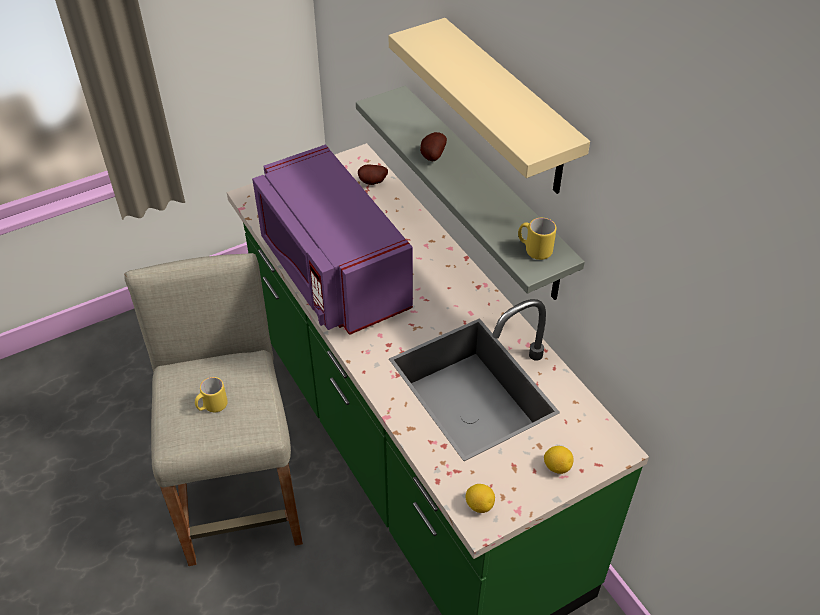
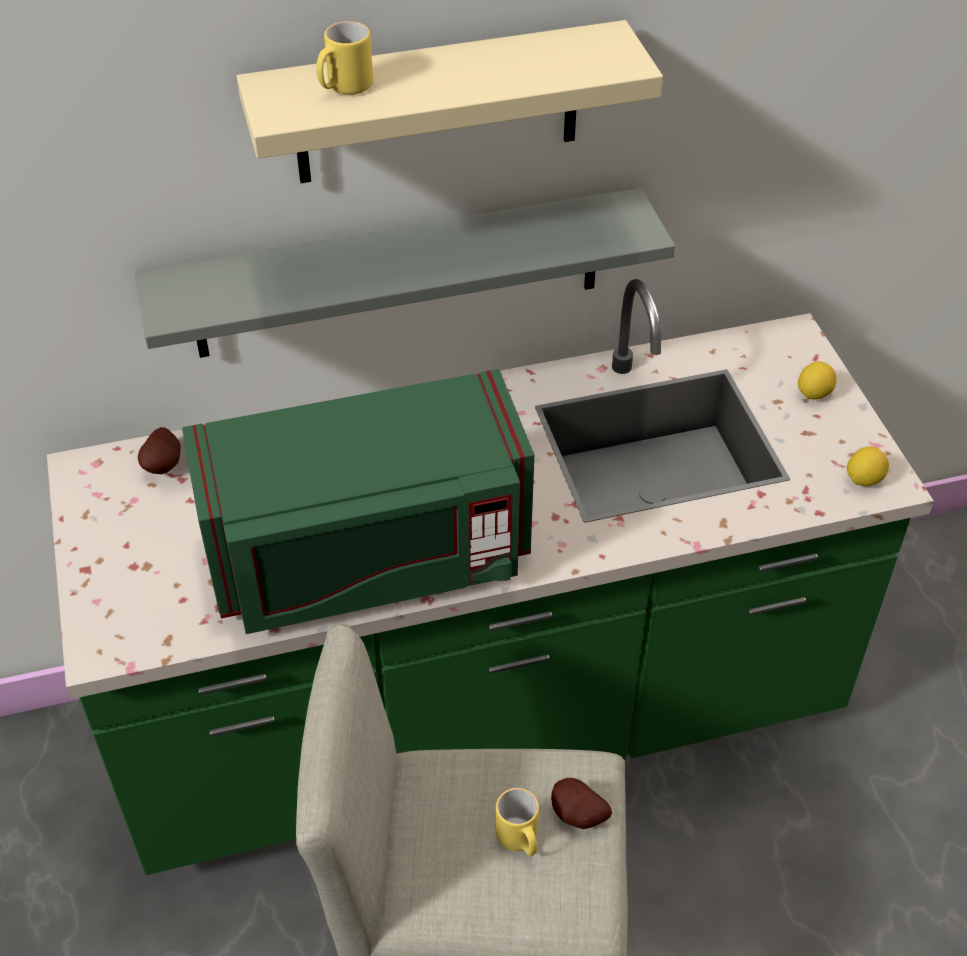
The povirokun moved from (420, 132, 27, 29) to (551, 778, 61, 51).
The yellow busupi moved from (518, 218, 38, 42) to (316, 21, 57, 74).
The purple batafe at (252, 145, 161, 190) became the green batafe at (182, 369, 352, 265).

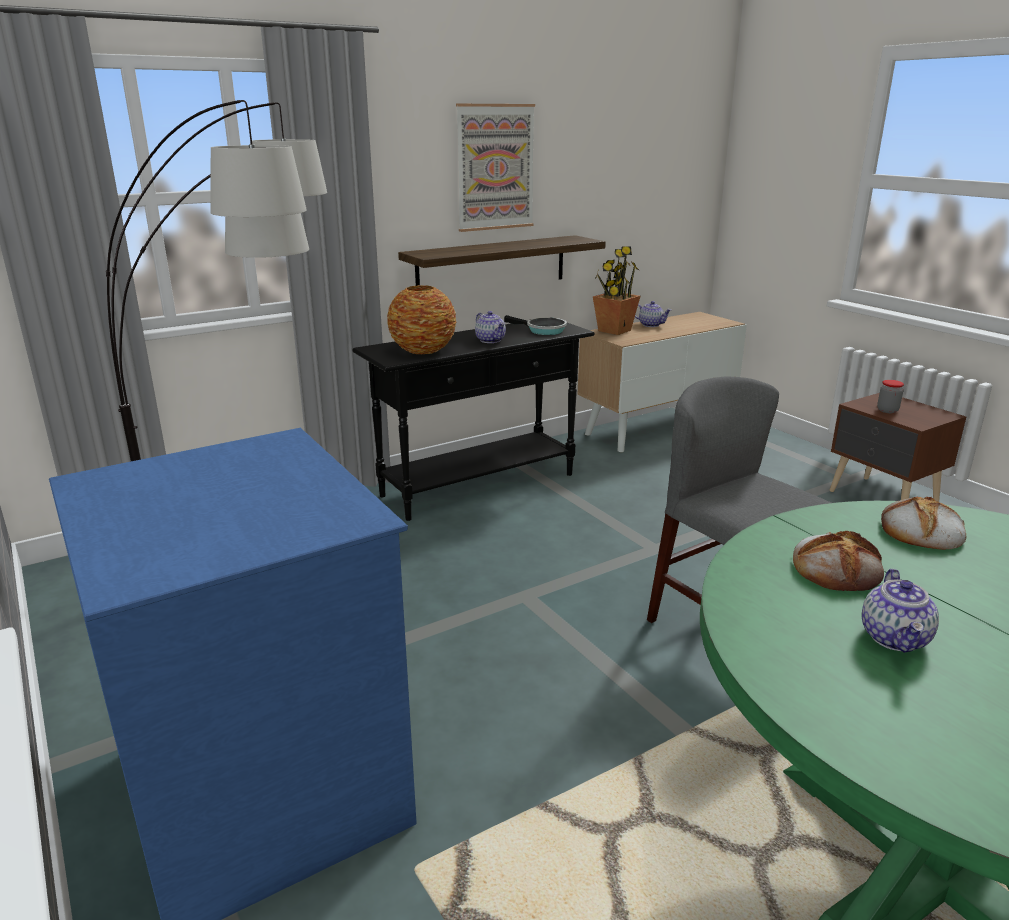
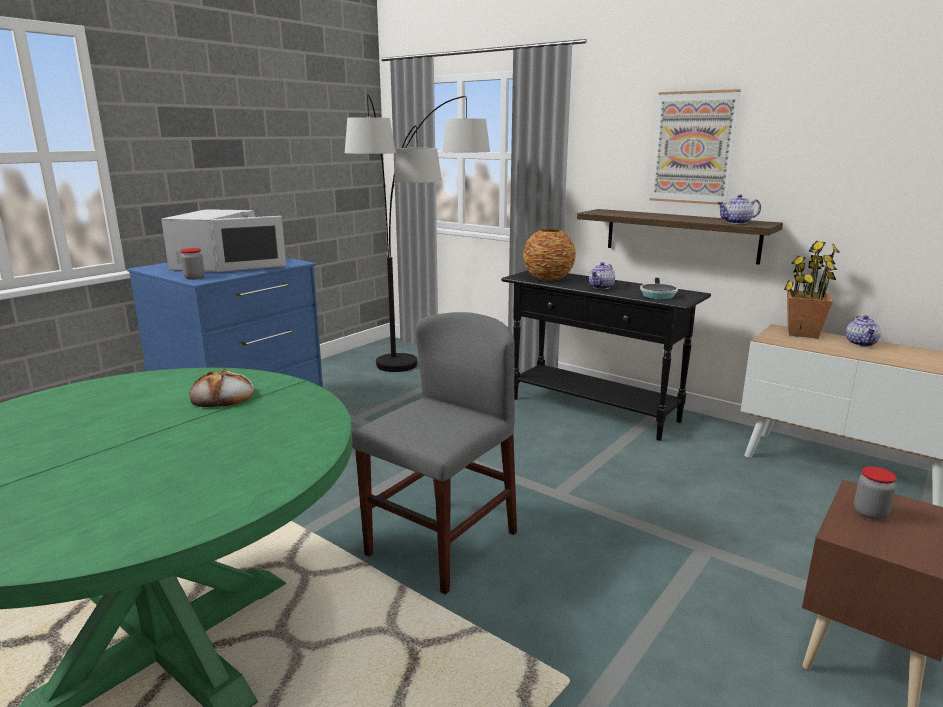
The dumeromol at (881, 497, 85, 53) disappeared.
The white batafe at (161, 209, 125, 63) appeared.
The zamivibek at (181, 248, 23, 32) appeared.
The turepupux moved from (862, 569, 77, 84) to (717, 194, 44, 30).

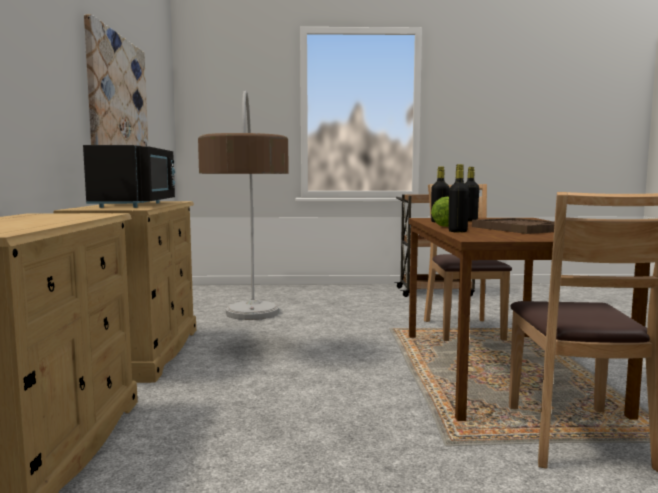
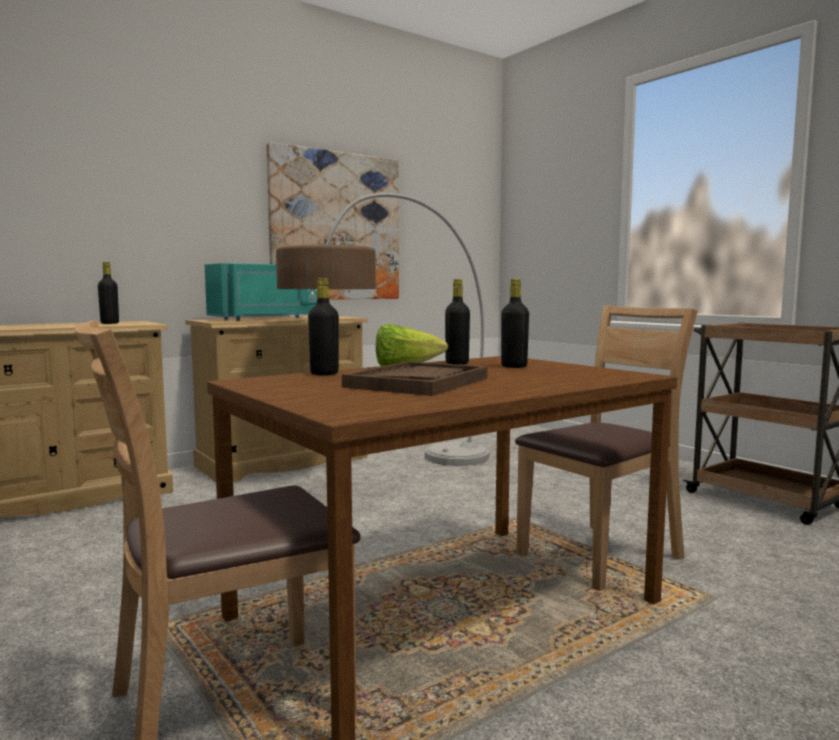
The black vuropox at (98, 262, 21, 62) appeared.
The black batafe at (83, 145, 92, 63) became the turquoise batafe at (205, 263, 112, 58).

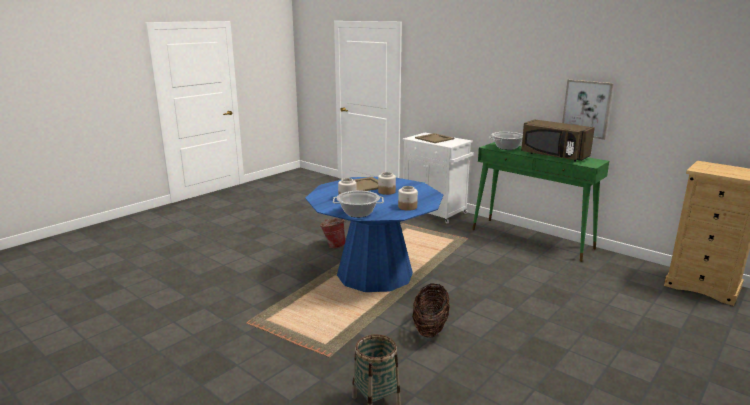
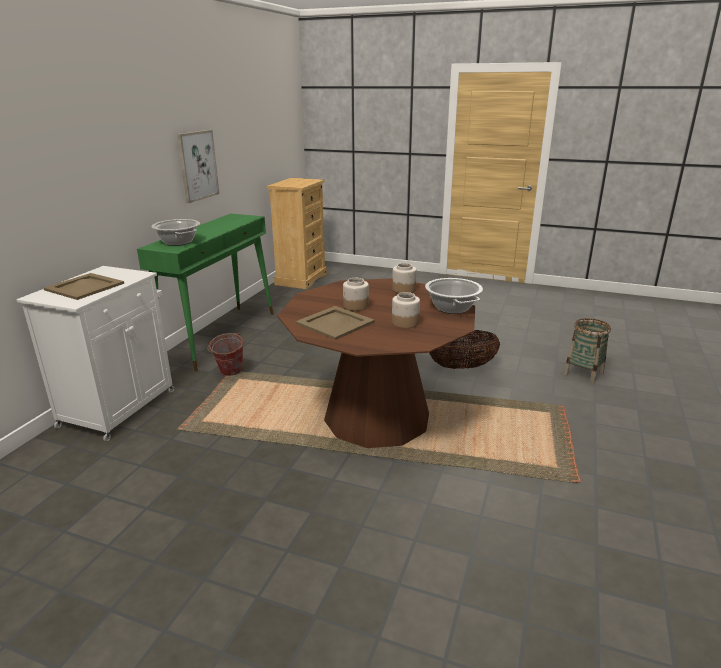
The brown batafe at (521, 119, 74, 42) disappeared.
The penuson moved from (320, 218, 26, 30) to (208, 332, 36, 44).
The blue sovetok at (305, 177, 139, 115) became the brown sovetok at (277, 278, 198, 170).

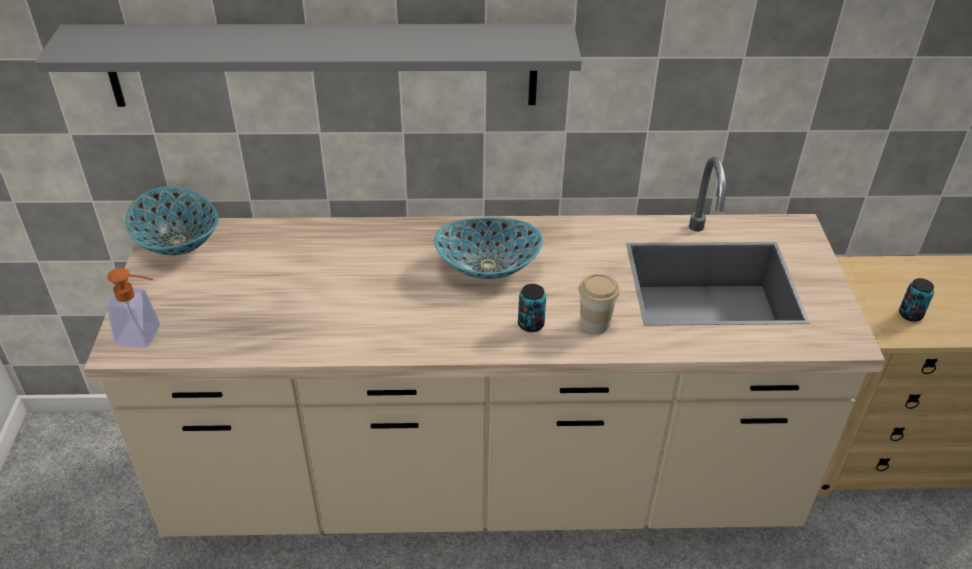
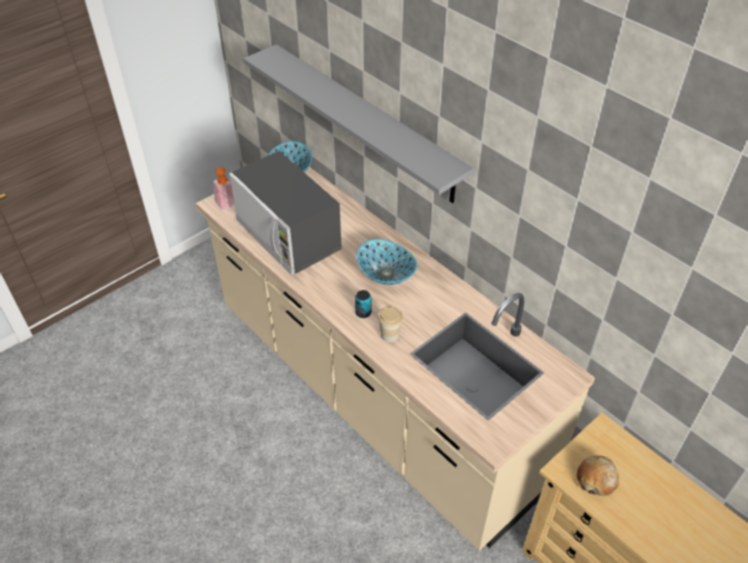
The batafe at (229, 151, 113, 124) appeared.
The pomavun at (899, 278, 35, 44) was replaced by the dumeromol at (576, 455, 43, 41).

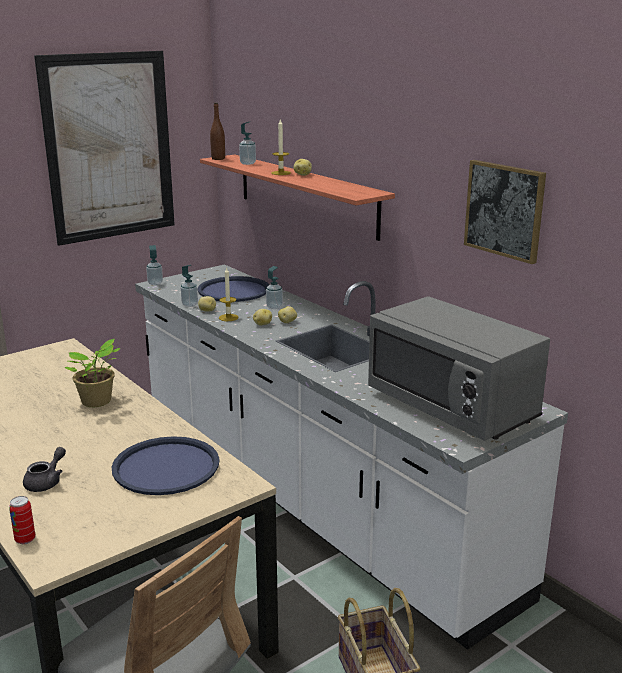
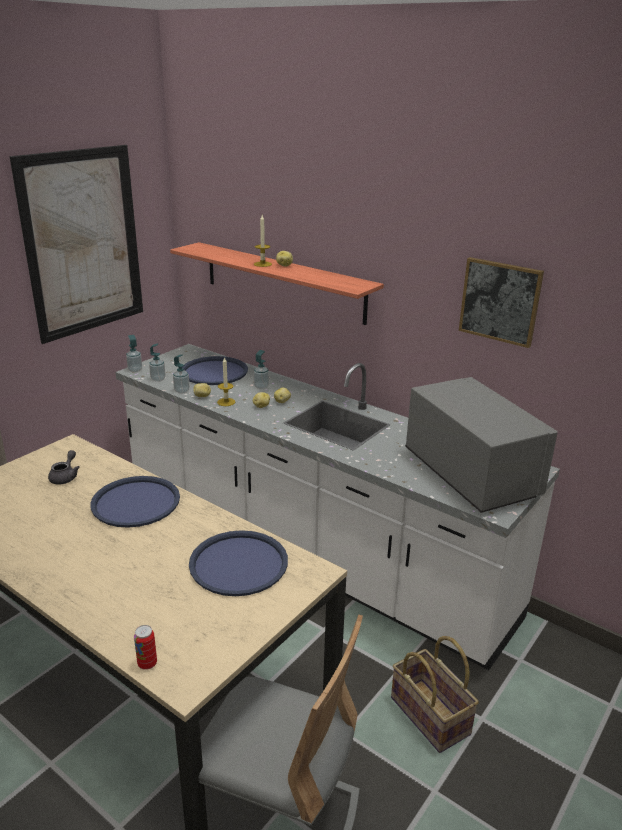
The brown vuropox at (210, 103, 15, 57) disappeared.
The grey turepupux moved from (23, 447, 43, 45) to (48, 450, 32, 34).
The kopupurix moved from (239, 122, 17, 43) to (149, 343, 17, 39).
The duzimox at (64, 338, 57, 69) was replaced by the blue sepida at (90, 476, 90, 52).
The grey batafe at (368, 296, 182, 145) turned 150 degrees counterclockwise.

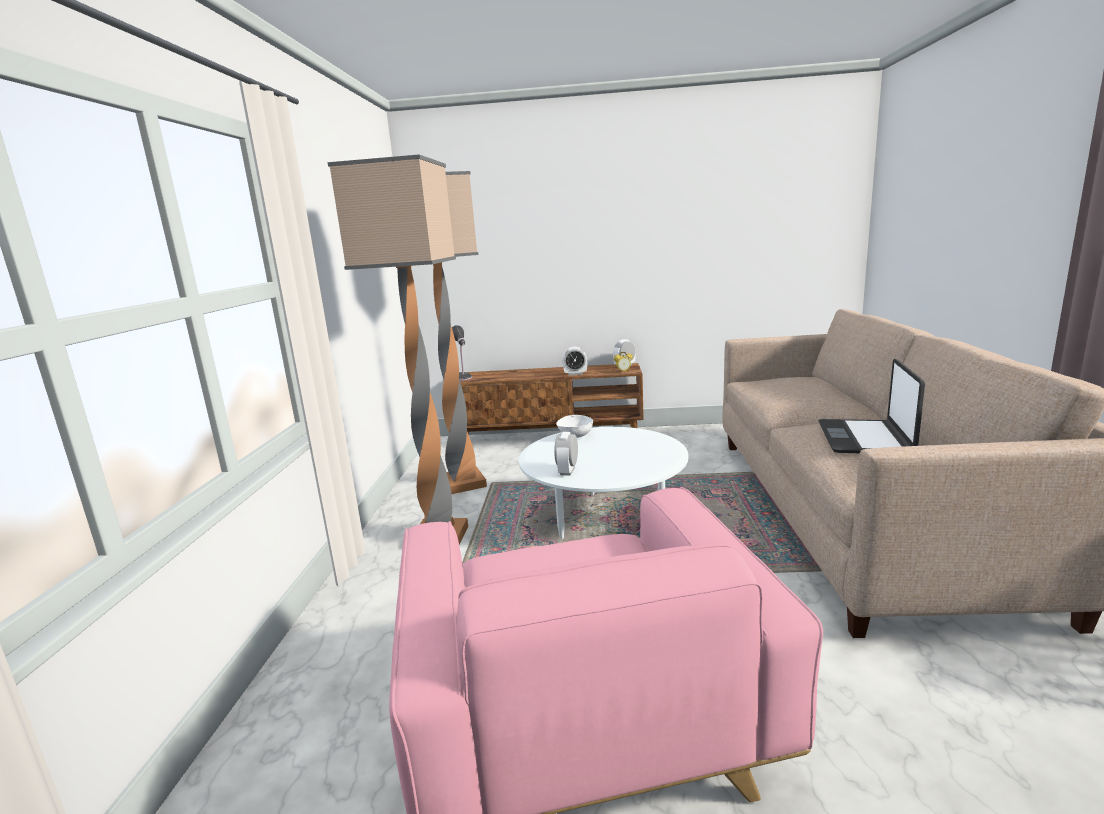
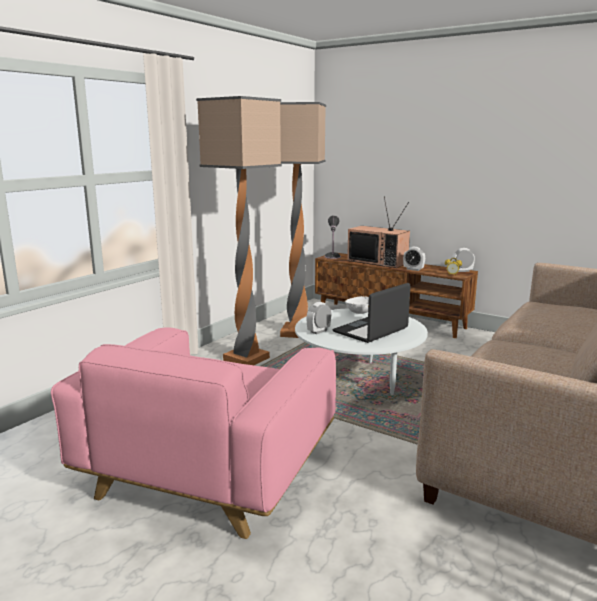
The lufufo at (347, 197, 63, 71) appeared.
The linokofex moved from (818, 359, 107, 94) to (333, 283, 77, 60).

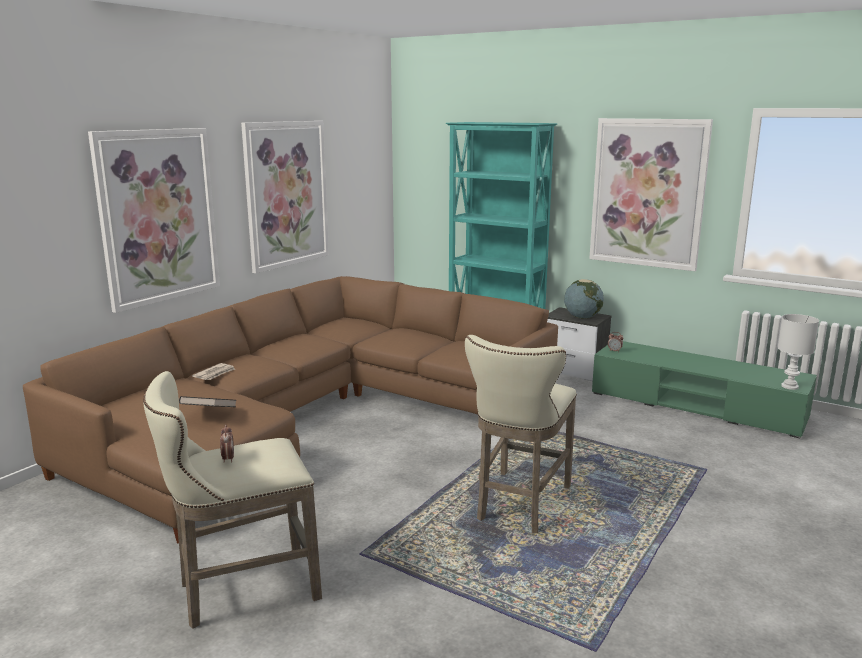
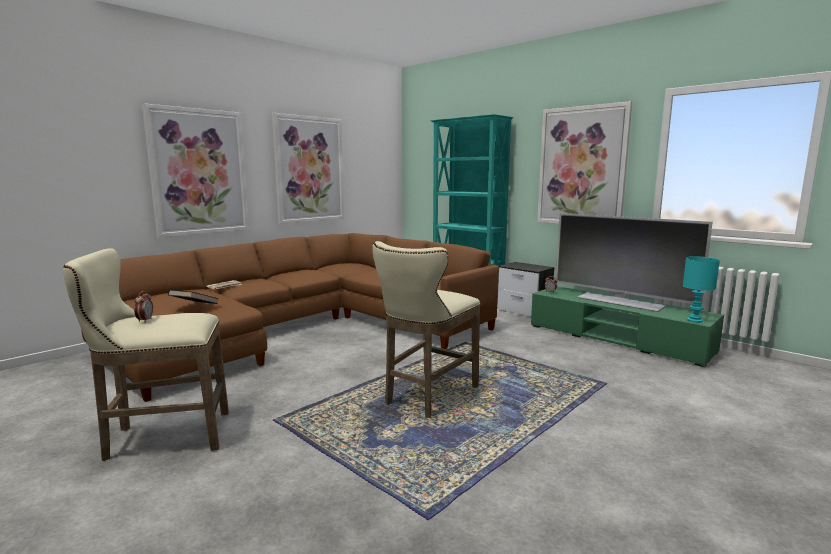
The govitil at (564, 279, 40, 40) disappeared.
The lufufo at (556, 213, 157, 99) appeared.
The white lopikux at (778, 314, 41, 76) became the turquoise lopikux at (683, 256, 37, 67).

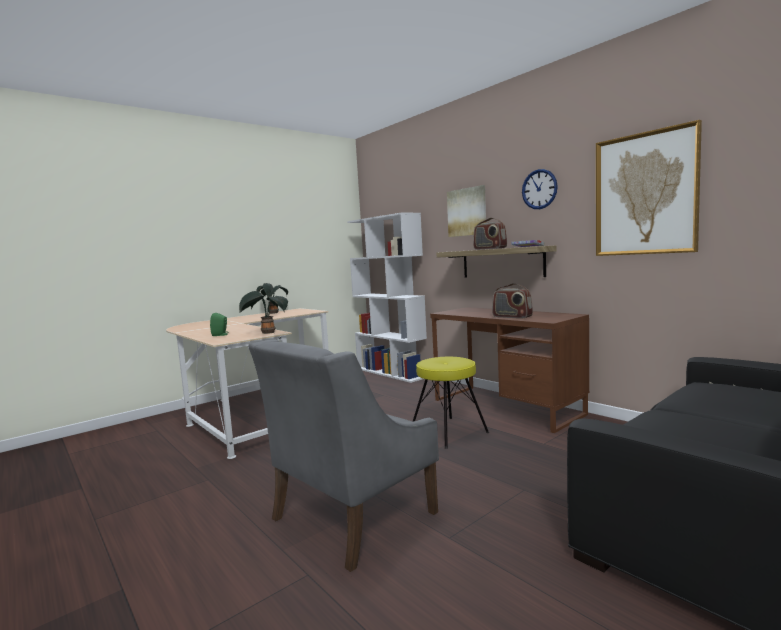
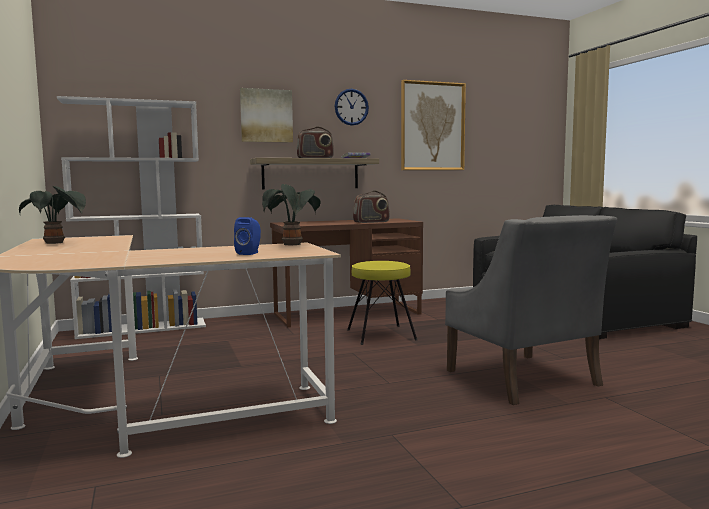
The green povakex at (210, 313, 19, 23) became the blue povakex at (234, 217, 27, 38).

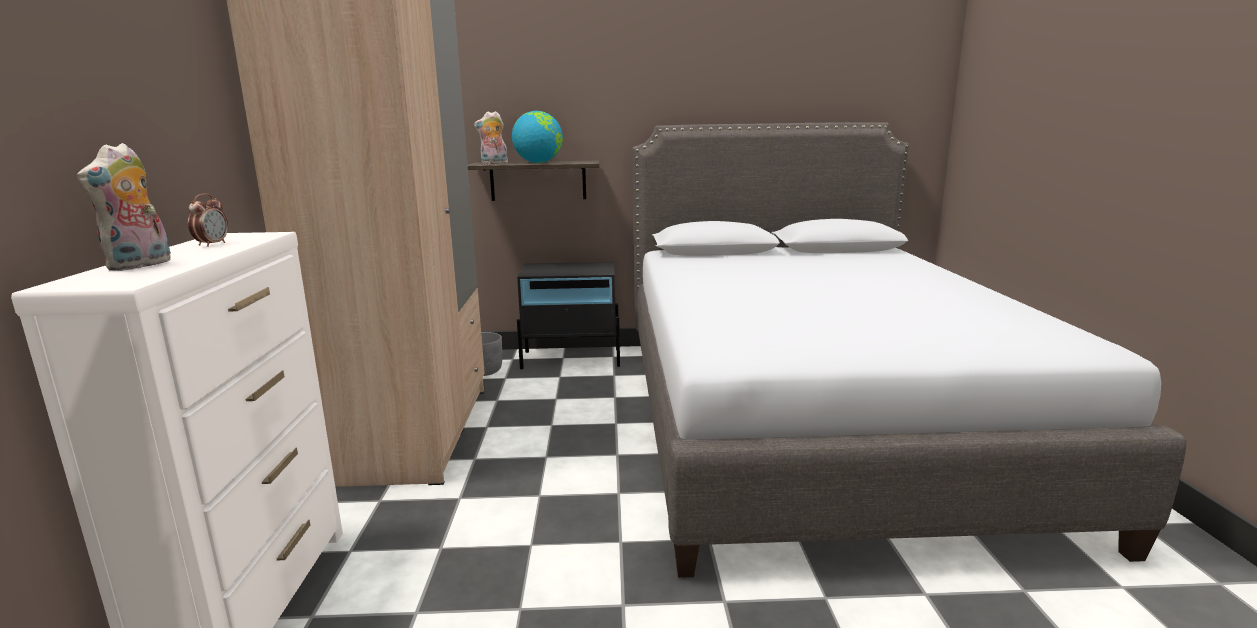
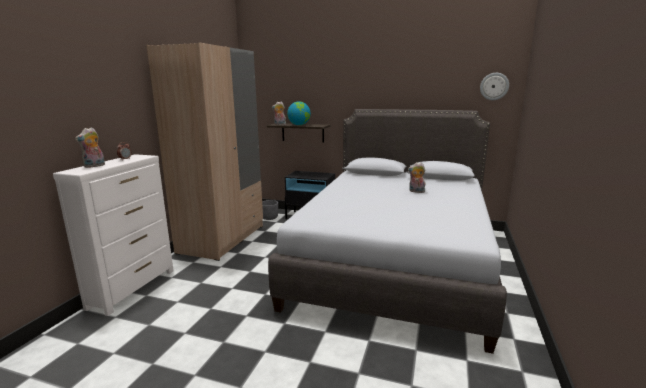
The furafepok at (408, 162, 18, 31) appeared.
The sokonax at (480, 73, 29, 27) appeared.

